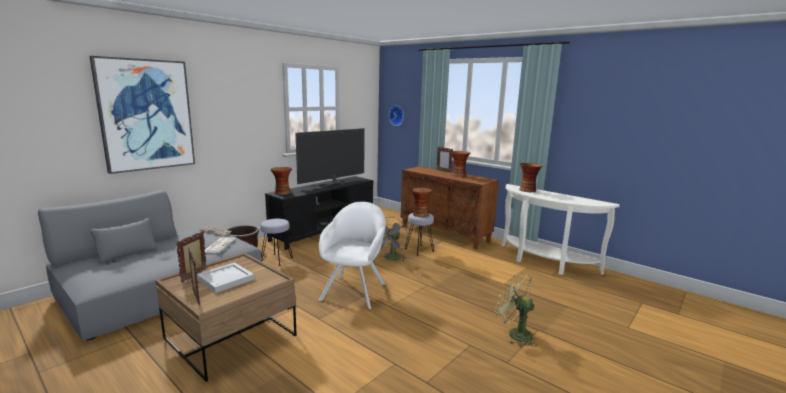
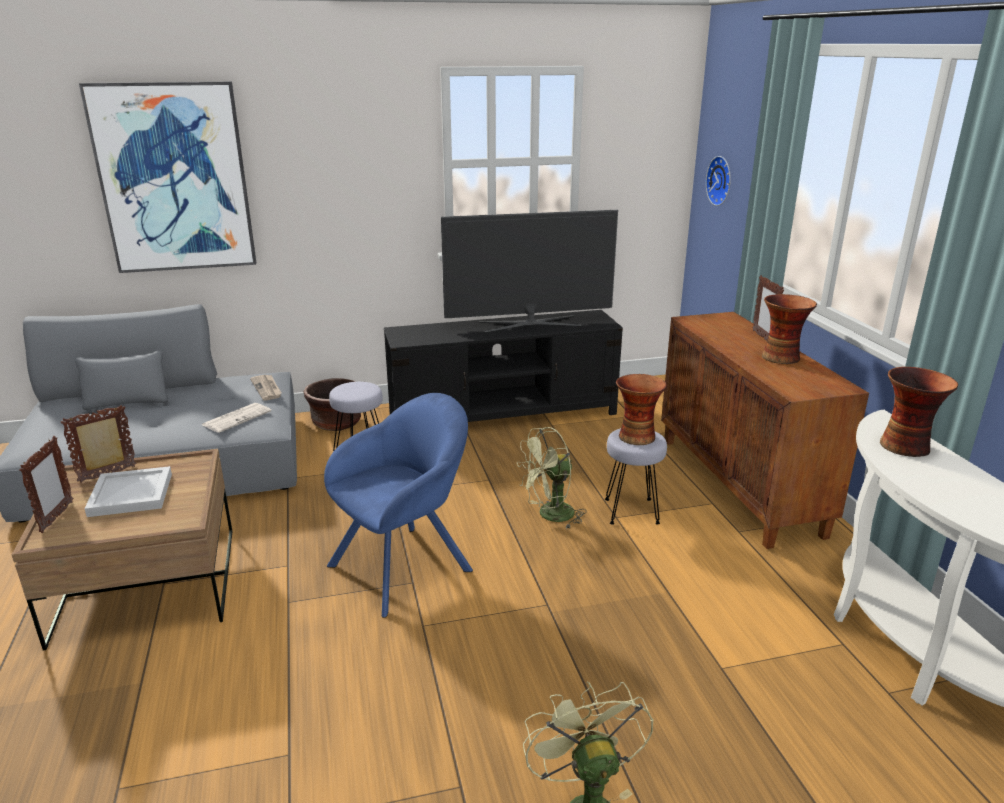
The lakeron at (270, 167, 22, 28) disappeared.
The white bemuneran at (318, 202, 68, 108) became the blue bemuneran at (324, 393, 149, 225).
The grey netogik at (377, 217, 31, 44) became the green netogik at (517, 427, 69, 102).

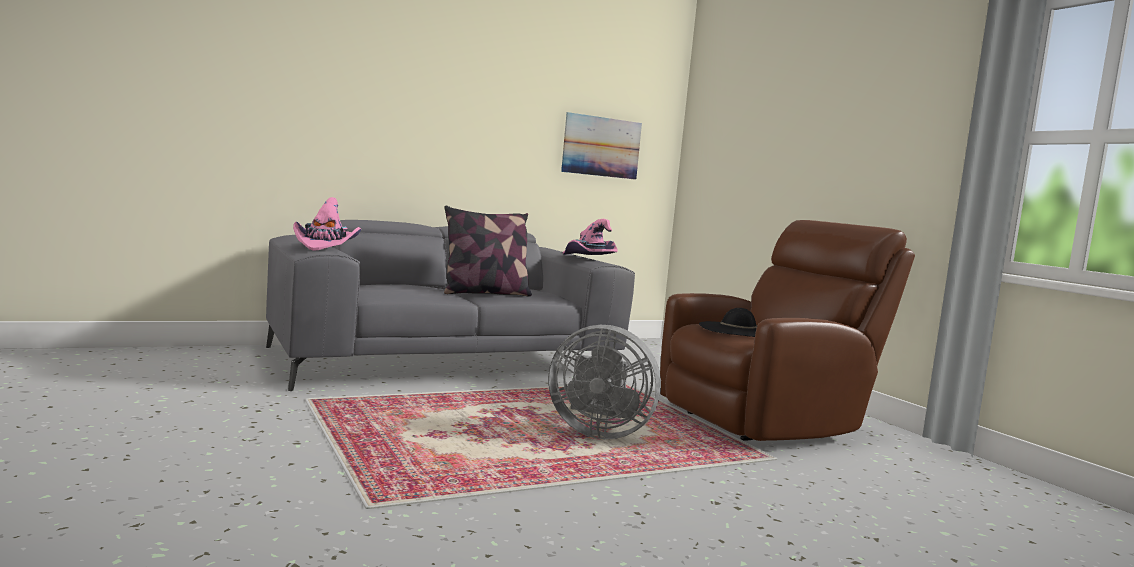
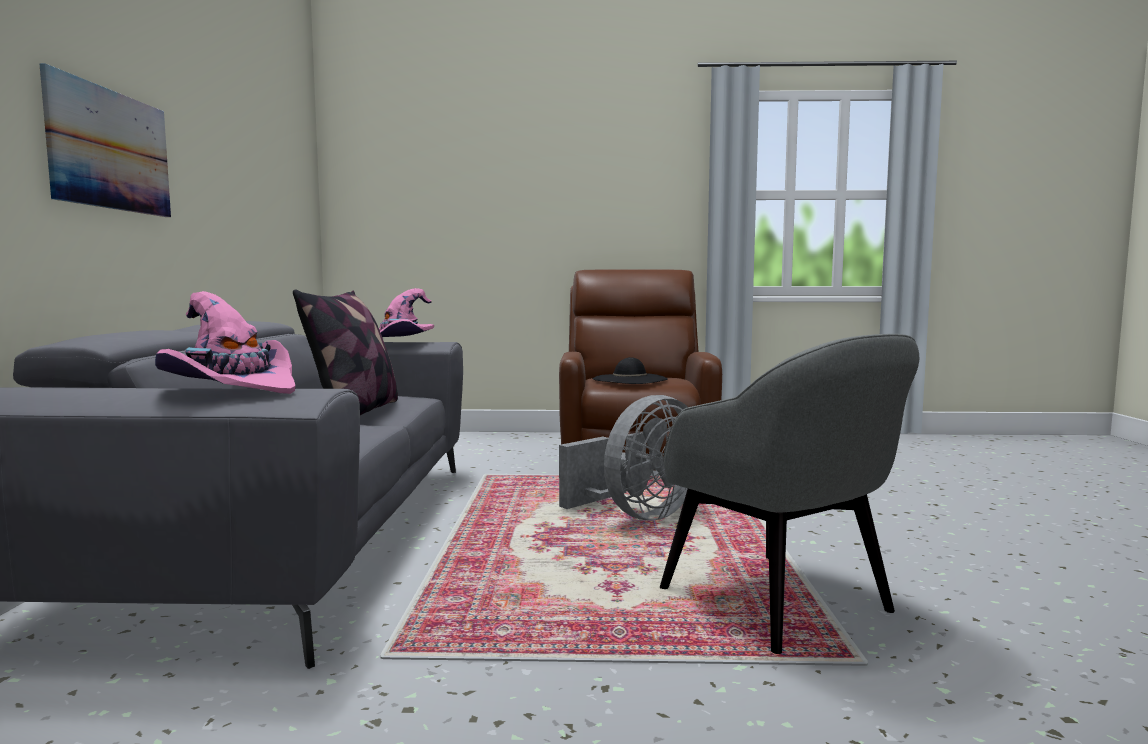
The grey bemuneran at (660, 334, 259, 320) appeared.
The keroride moved from (561, 112, 81, 68) to (40, 63, 131, 154).

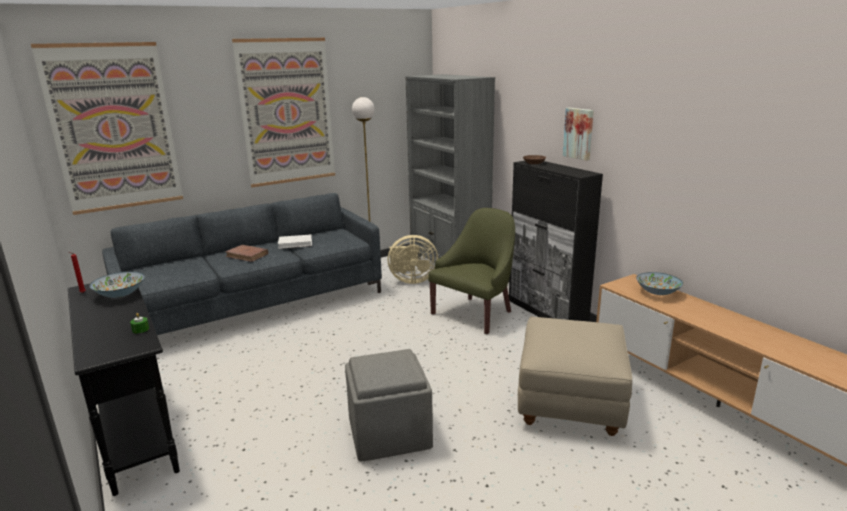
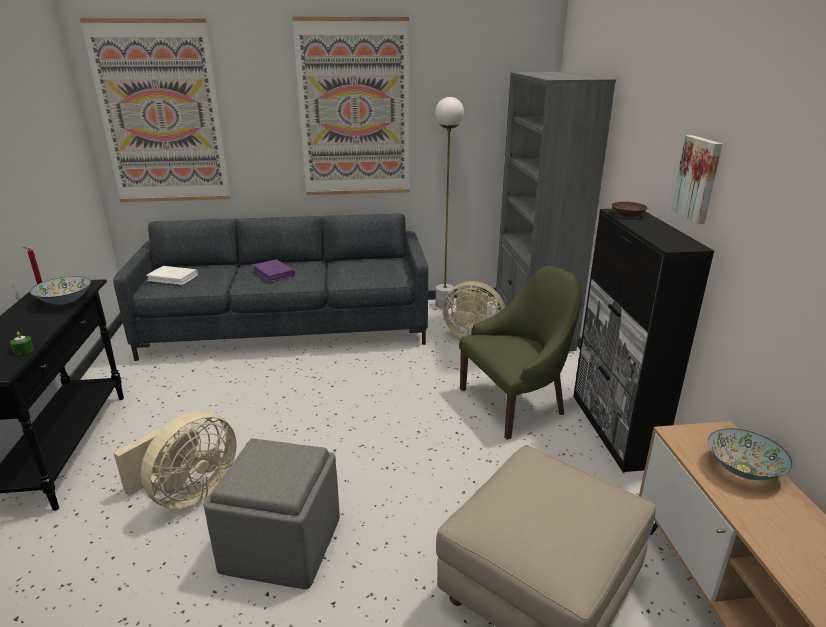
The beige netogik at (113, 411, 123, 98) appeared.
The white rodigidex moved from (278, 234, 34, 15) to (146, 266, 52, 19).
The brown rodigidex at (225, 245, 43, 17) became the purple rodigidex at (253, 259, 42, 23).

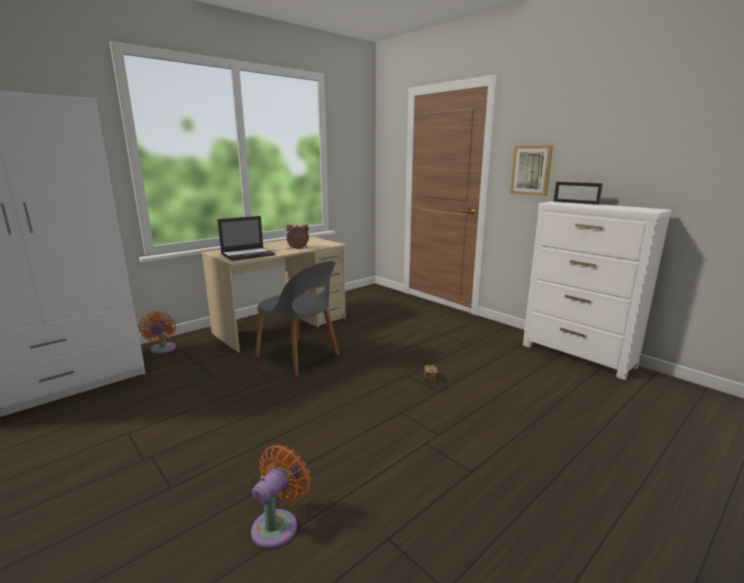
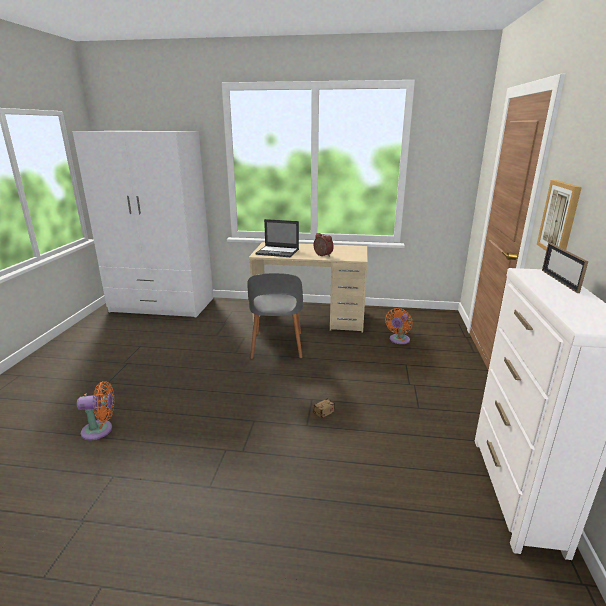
The orange netogik moved from (139, 311, 37, 43) to (385, 308, 28, 36).

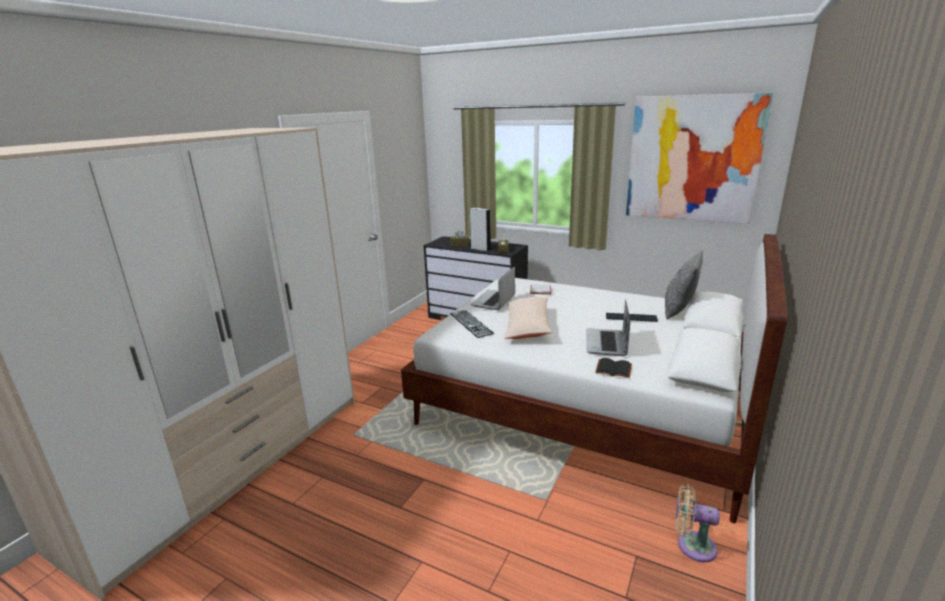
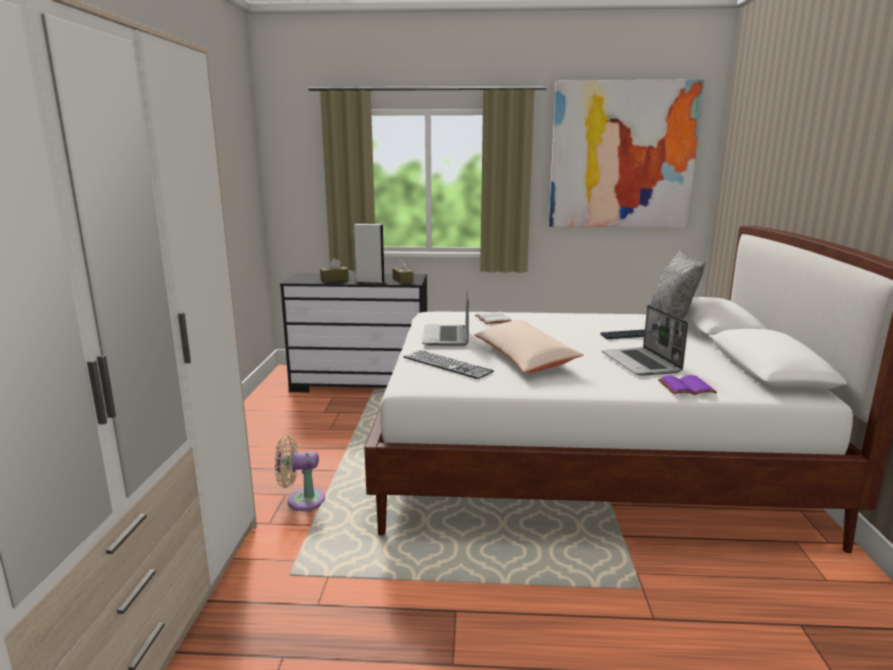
The beige netogik moved from (676, 484, 44, 78) to (275, 436, 50, 75).
The black rodigidex at (595, 358, 37, 20) became the purple rodigidex at (658, 375, 59, 20).

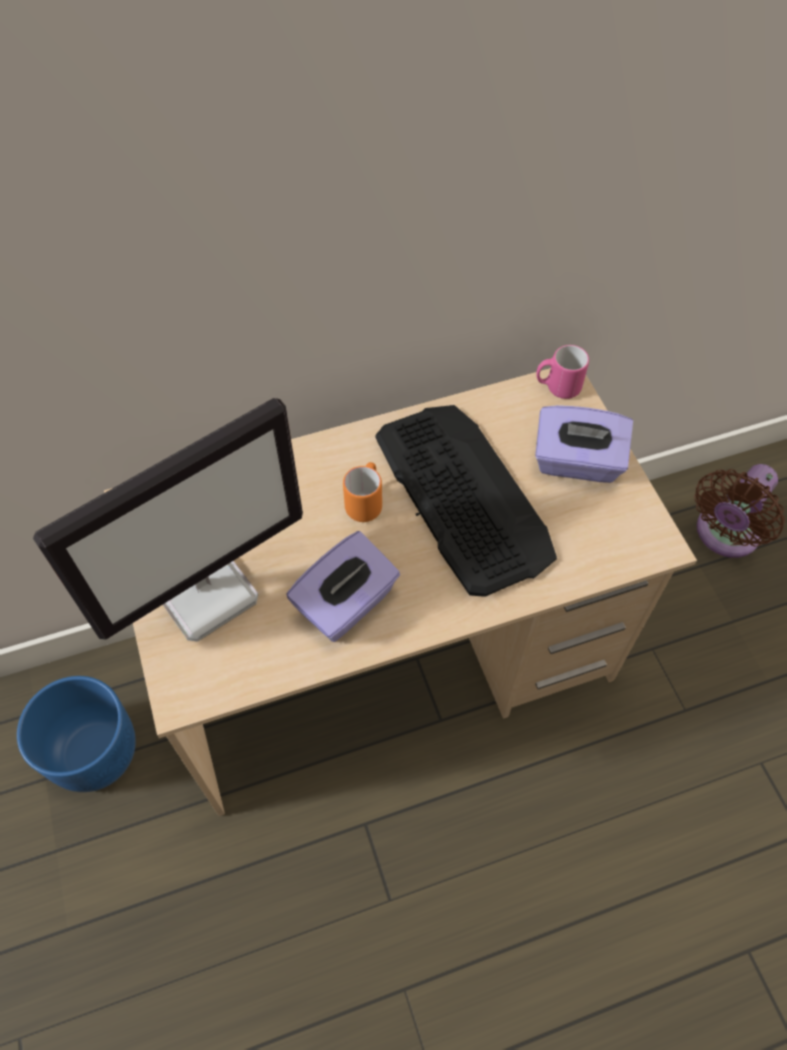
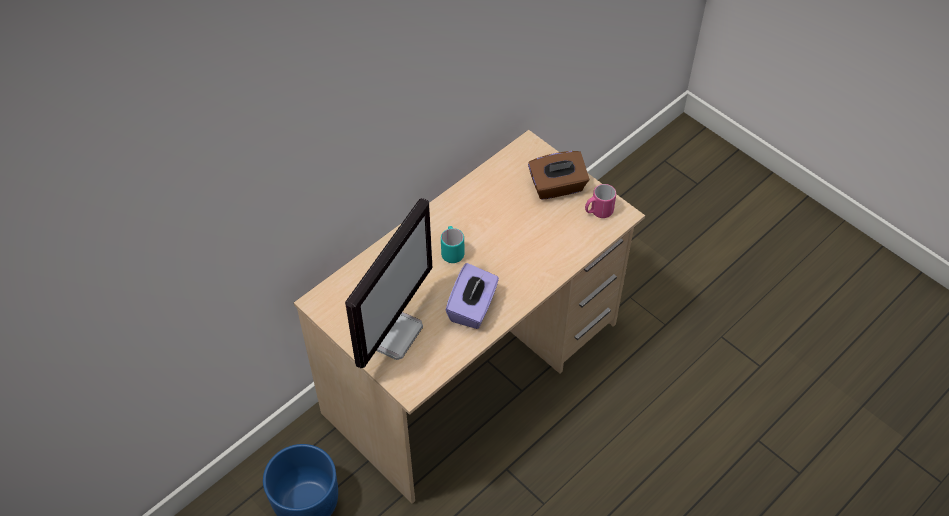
The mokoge at (375, 405, 182, 192) disappeared.
The brown netogik at (694, 464, 91, 94) disappeared.
The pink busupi moved from (536, 345, 53, 54) to (585, 184, 31, 34).
The orange busupi at (343, 462, 39, 60) became the turquoise busupi at (441, 226, 23, 37).
The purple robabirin at (535, 405, 98, 78) became the brown robabirin at (528, 151, 61, 49).

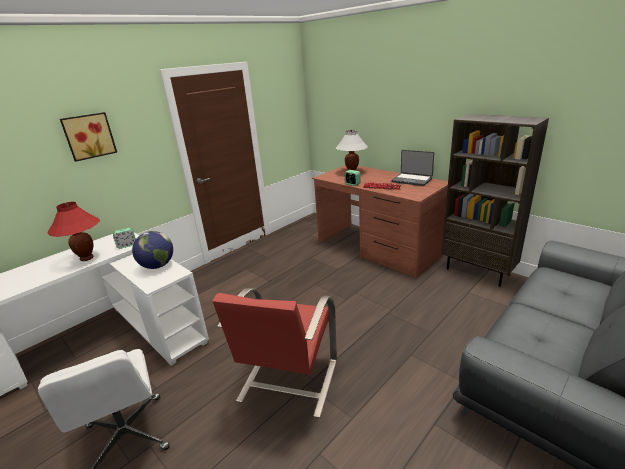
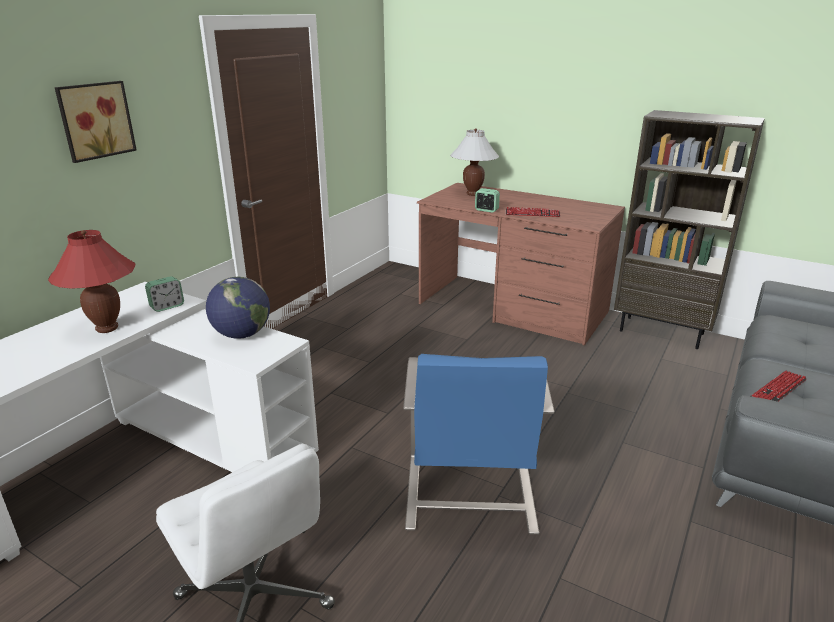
The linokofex at (392, 150, 42, 36) disappeared.
The mokoge at (751, 371, 56, 31) appeared.
The red bemuneran at (212, 288, 125, 130) became the blue bemuneran at (403, 354, 152, 181).

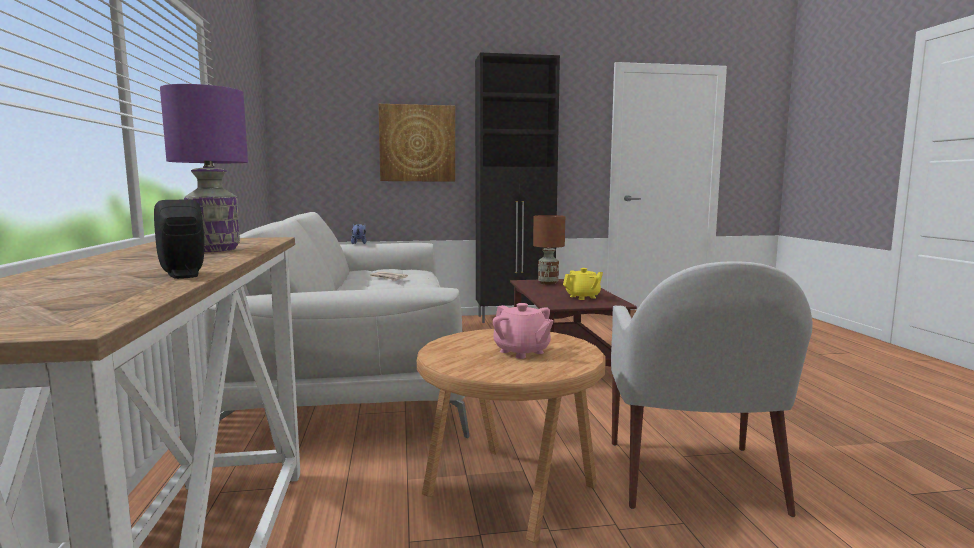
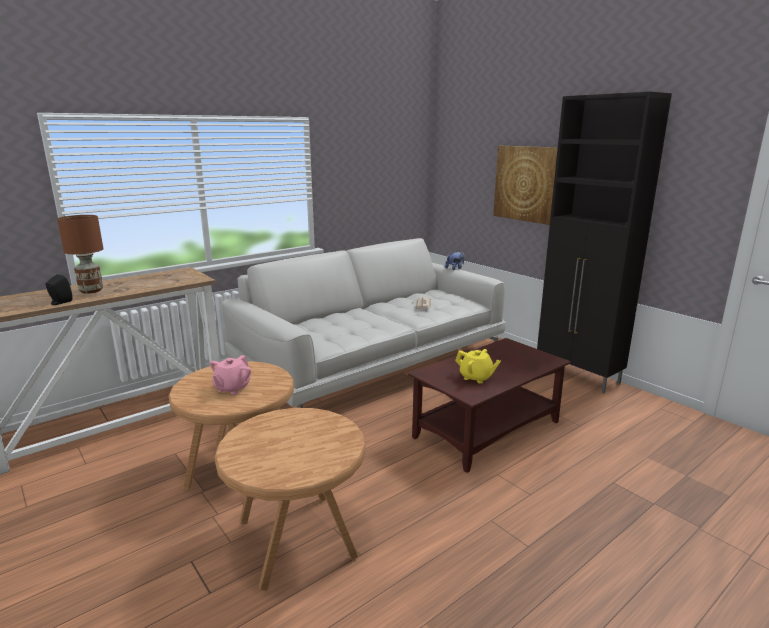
The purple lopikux at (160, 84, 88, 168) disappeared.
The brown lopikux moved from (533, 215, 32, 70) to (57, 215, 46, 78).
The white bemuneran at (611, 261, 202, 256) was replaced by the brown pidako at (215, 408, 151, 182).

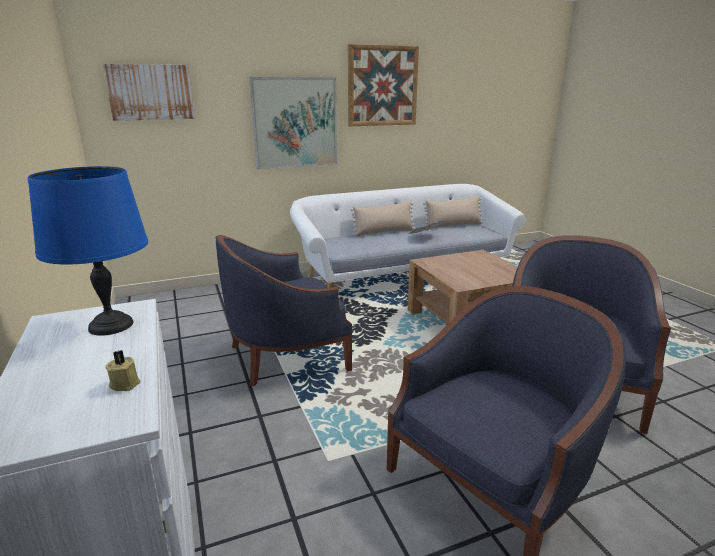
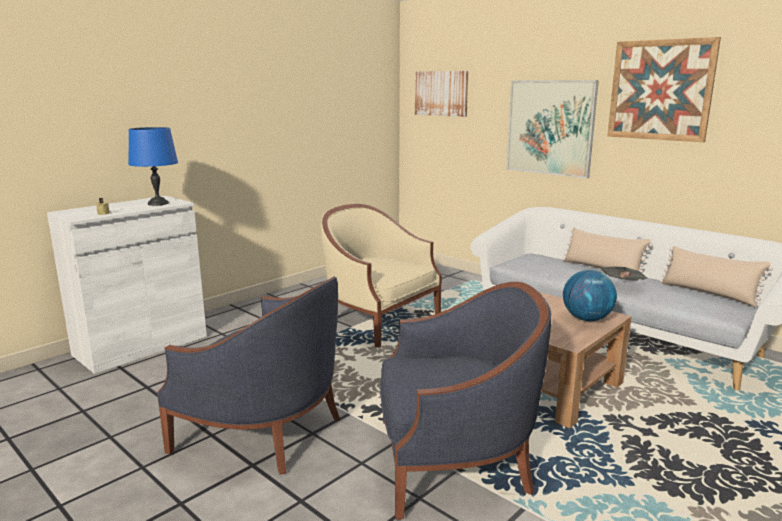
The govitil at (563, 270, 54, 51) appeared.
The blue bemuneran at (216, 235, 136, 151) became the beige bemuneran at (321, 204, 121, 144).

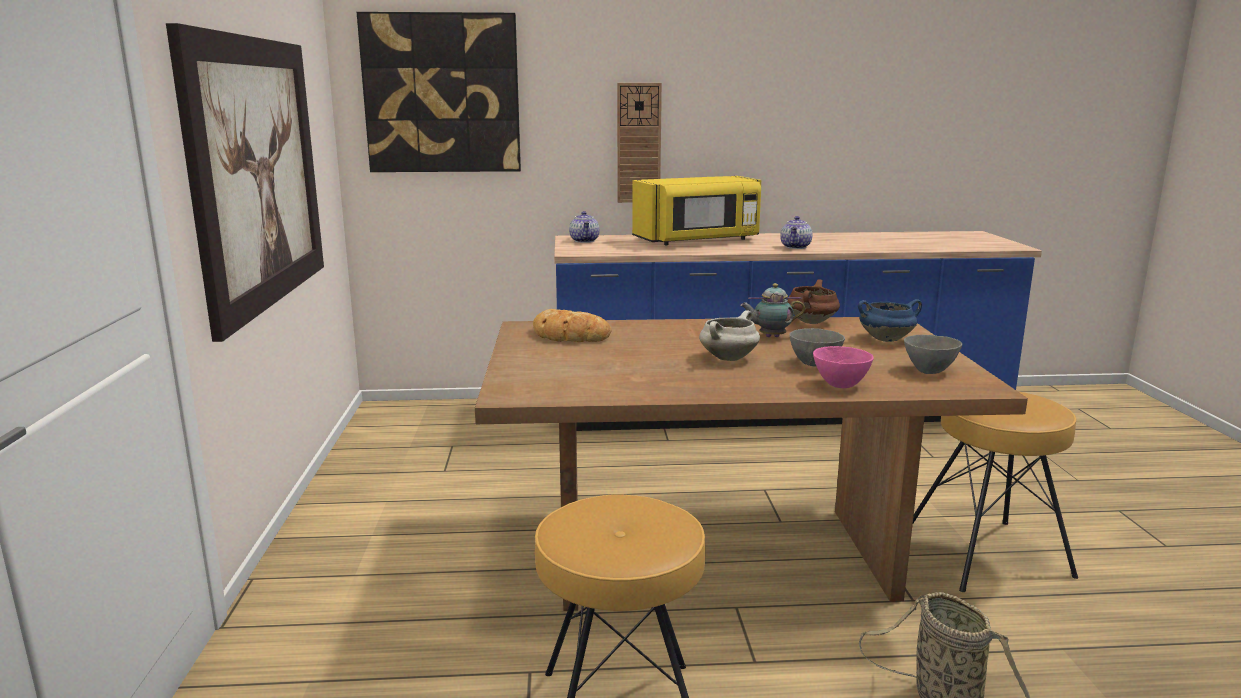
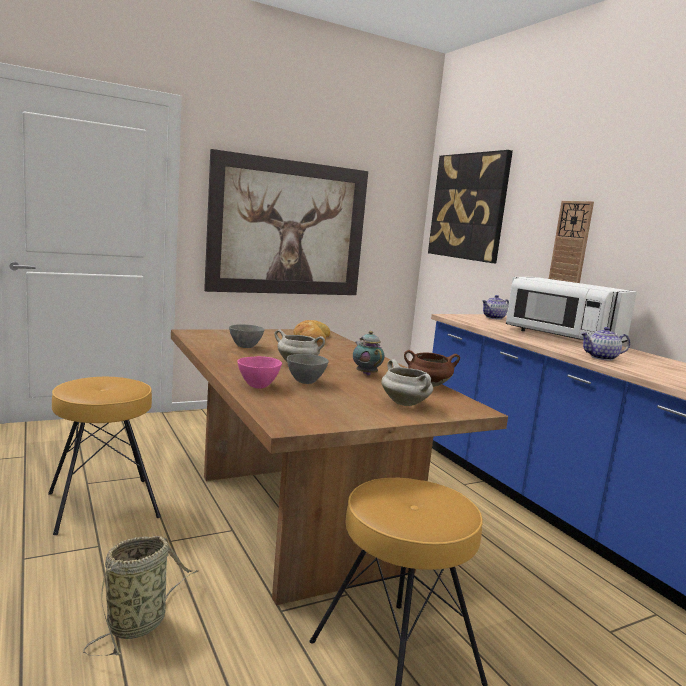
The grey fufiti moved from (904, 335, 58, 39) to (229, 324, 36, 24).
The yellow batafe at (632, 176, 129, 69) became the white batafe at (506, 277, 131, 66).
The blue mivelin at (858, 299, 64, 43) became the white mivelin at (381, 359, 52, 47).

